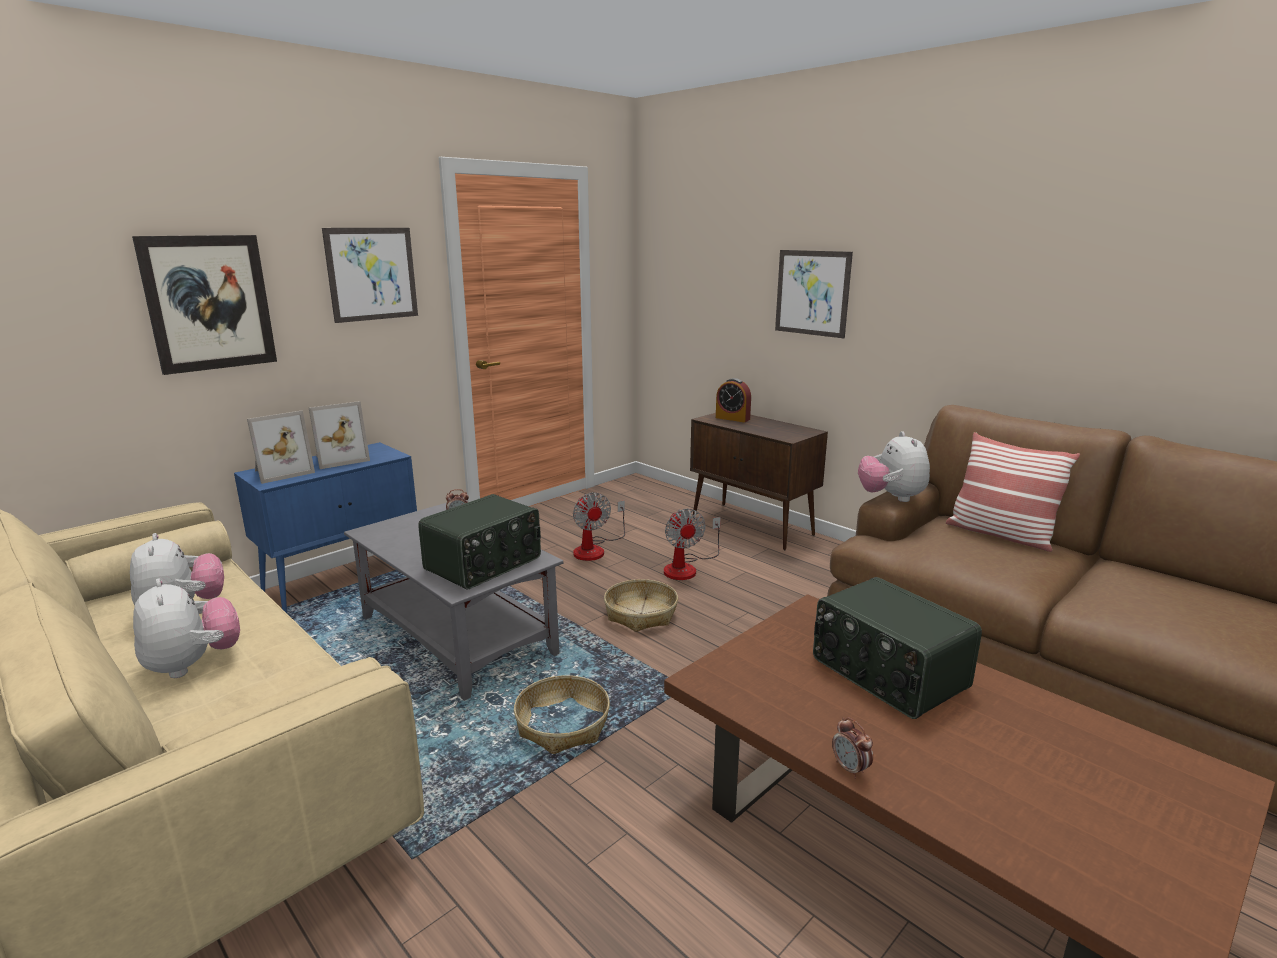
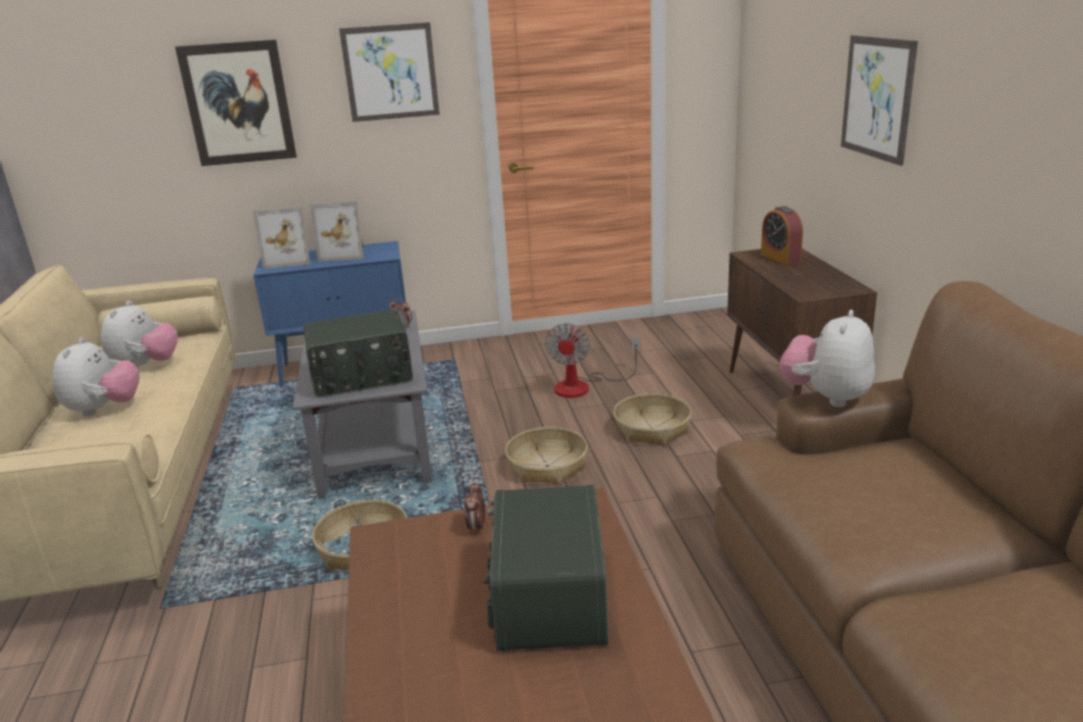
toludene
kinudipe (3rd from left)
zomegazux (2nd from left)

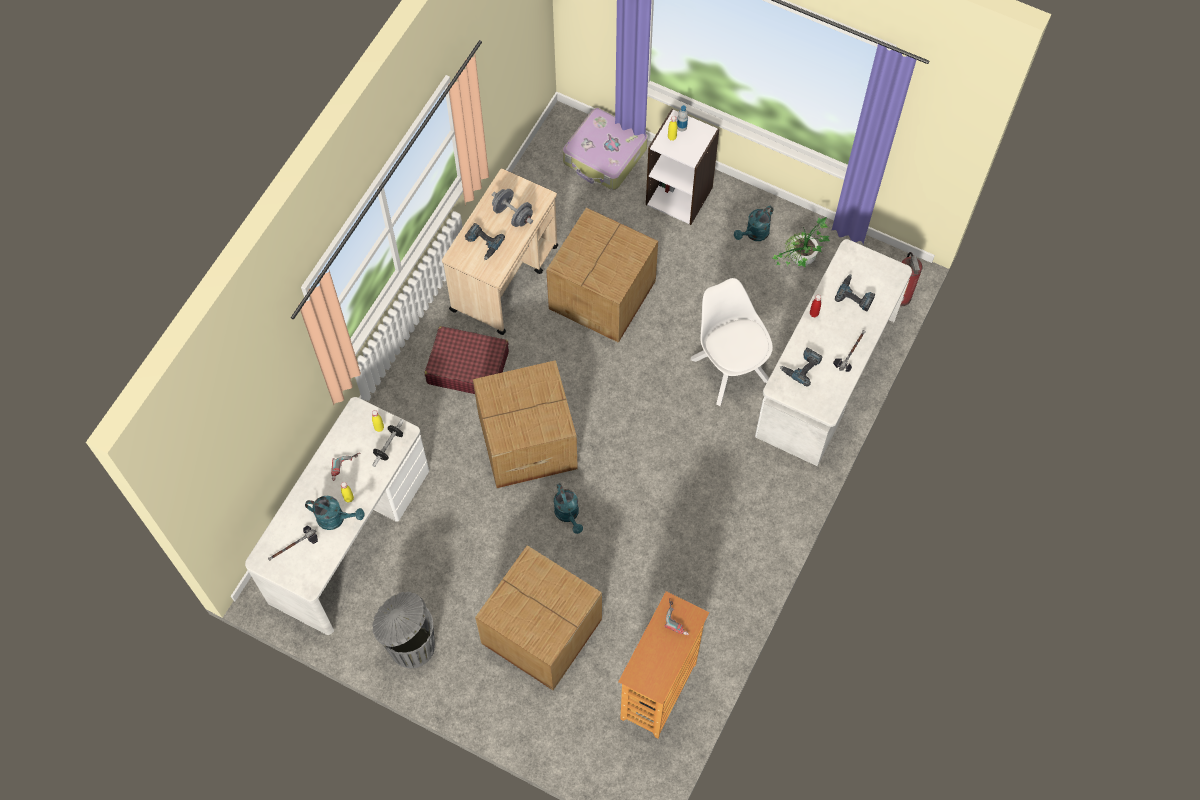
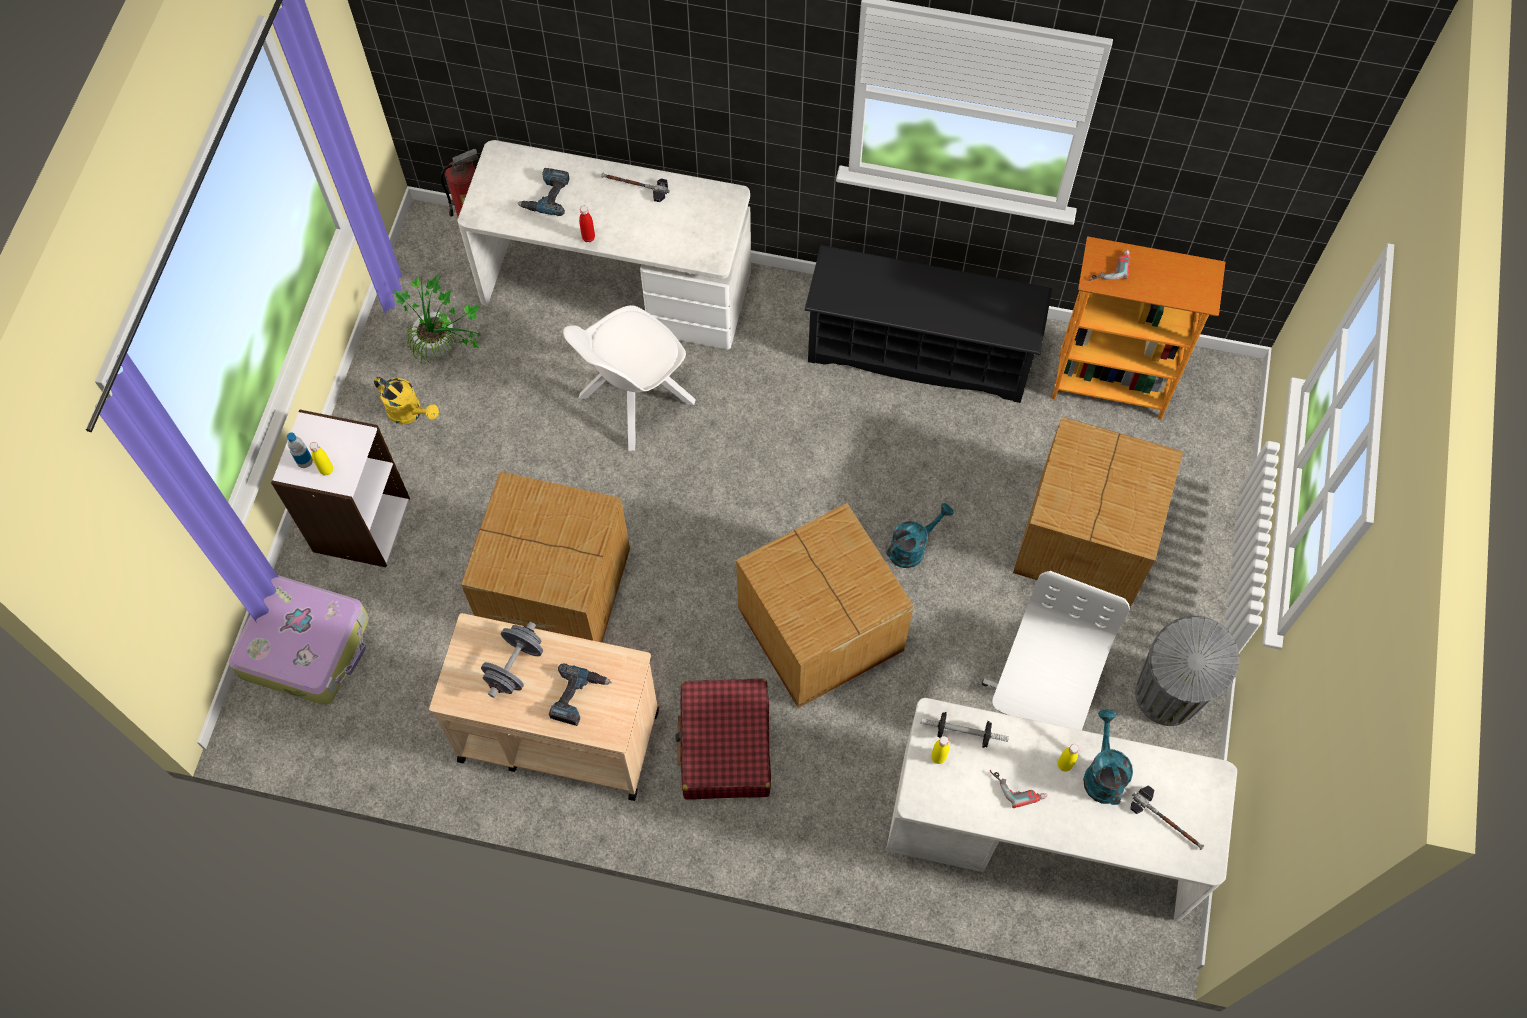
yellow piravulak
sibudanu (4th from left in the first image)
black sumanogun
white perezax

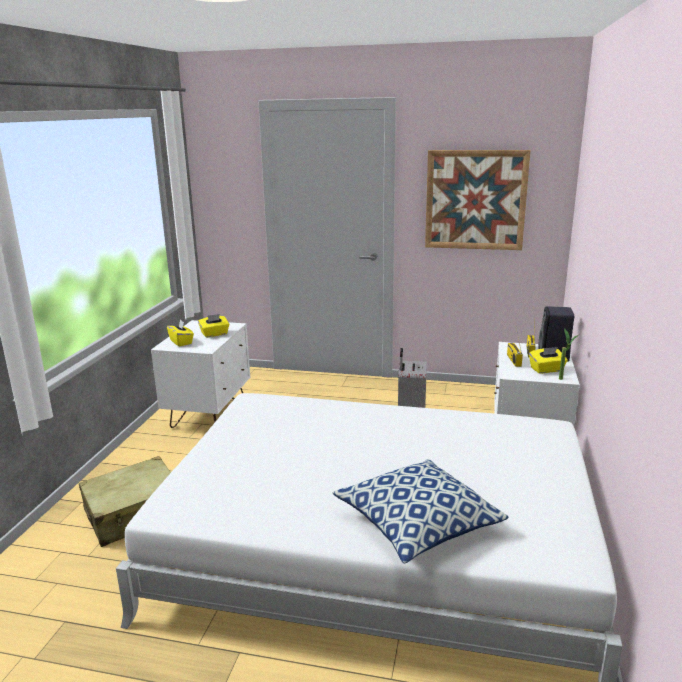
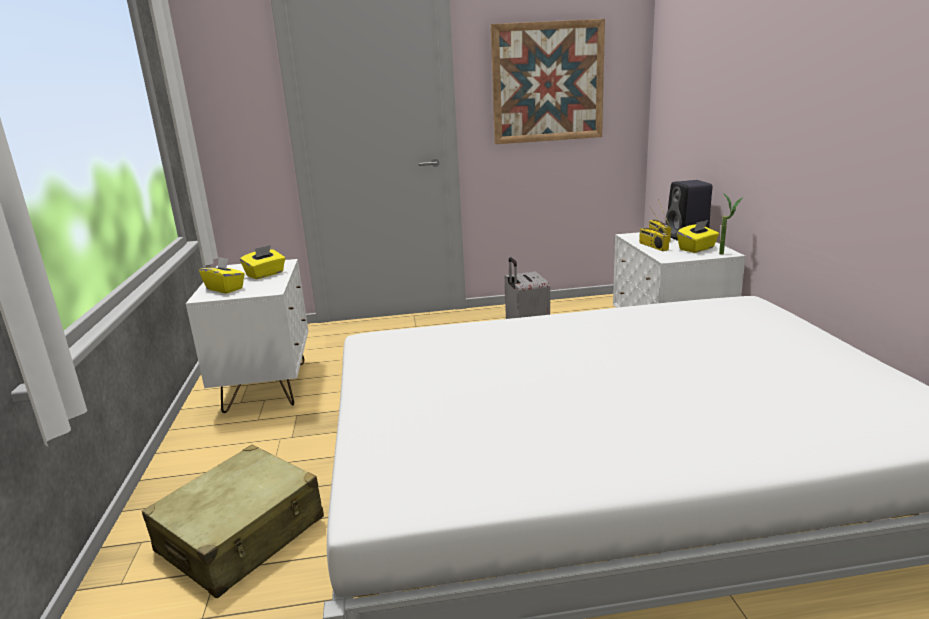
toludene

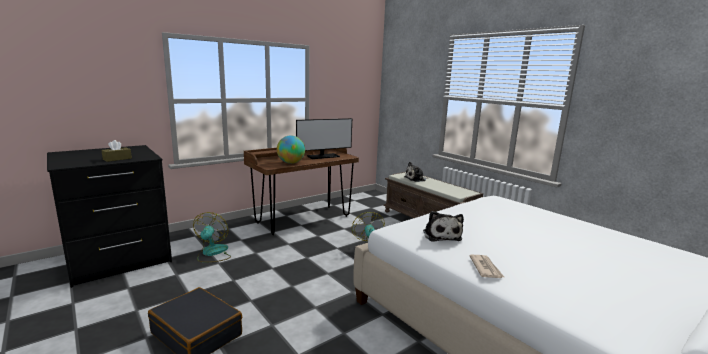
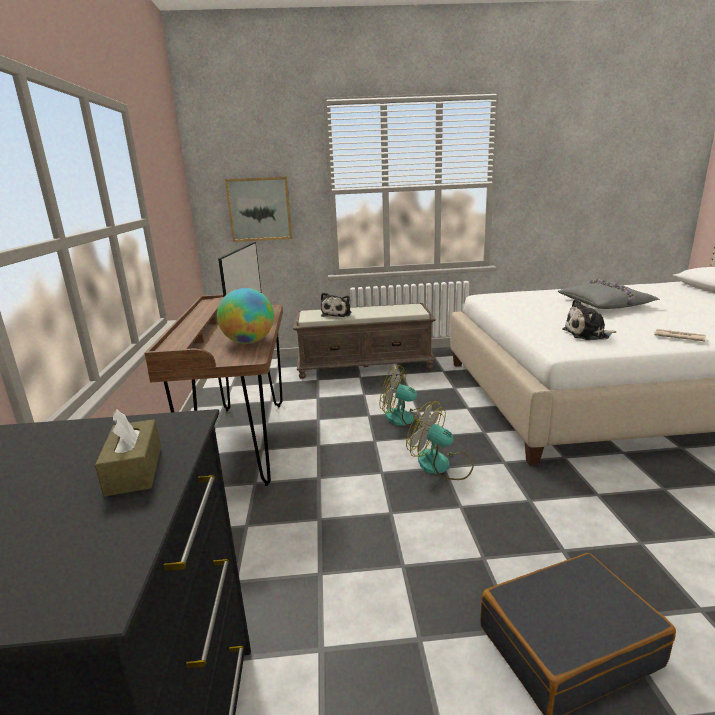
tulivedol (2nd from left)
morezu (2nd from left)
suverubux
grey toludene

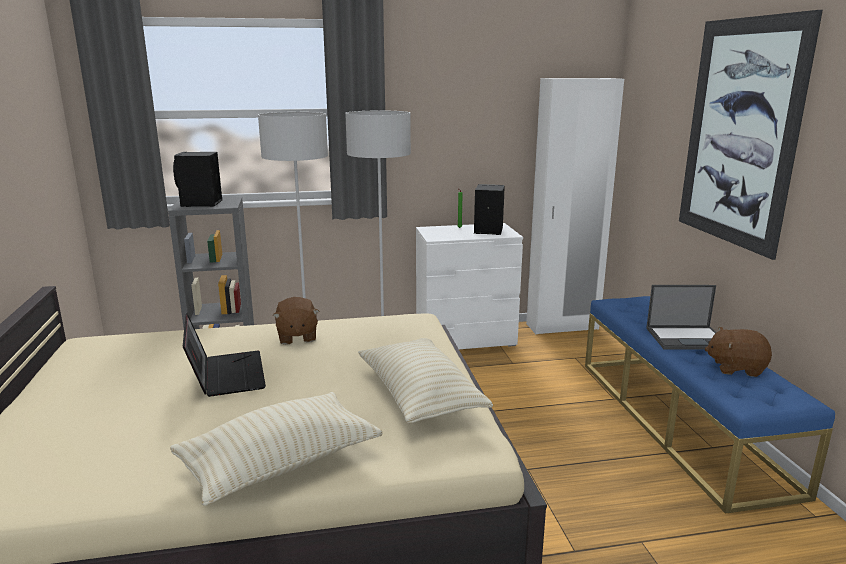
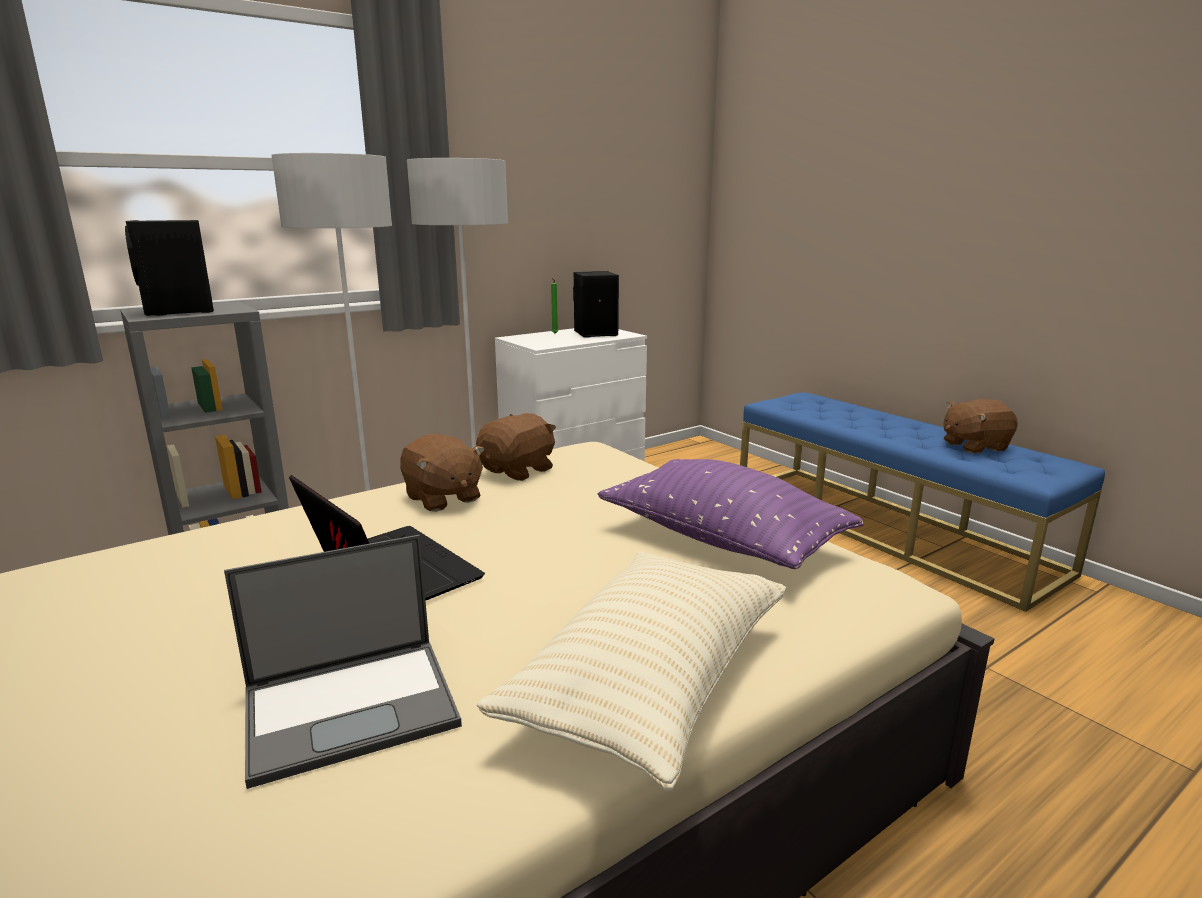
suverubux
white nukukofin
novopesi (1st from left)
purple toludene
brown tulivedol (2nd from left)

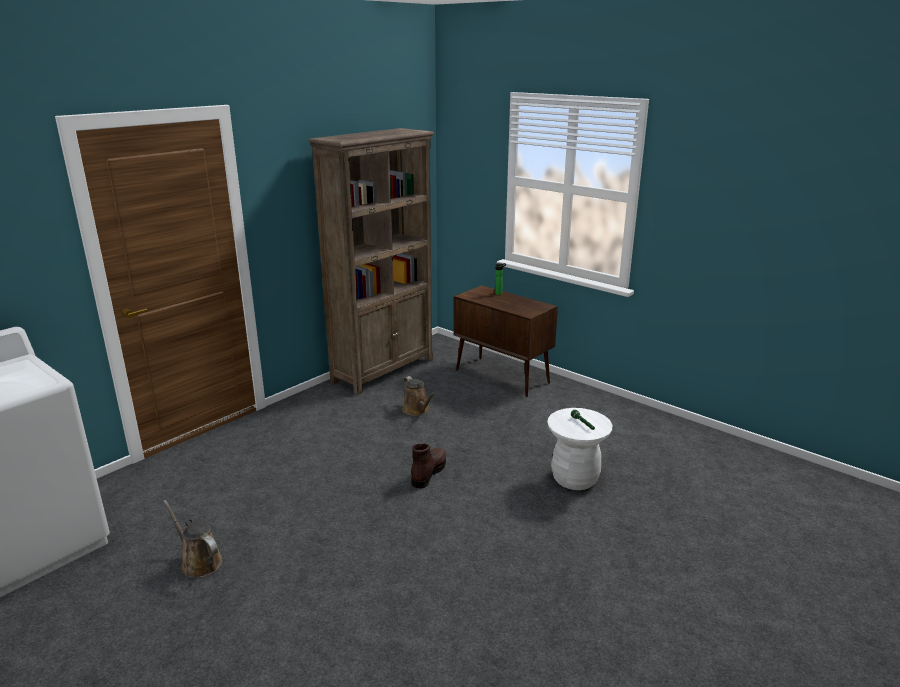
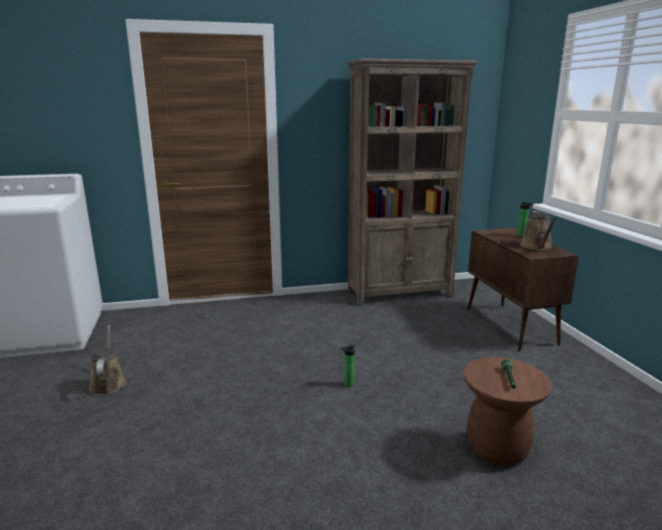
brown piravulak (2nd from left)
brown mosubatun
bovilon (1st from left)

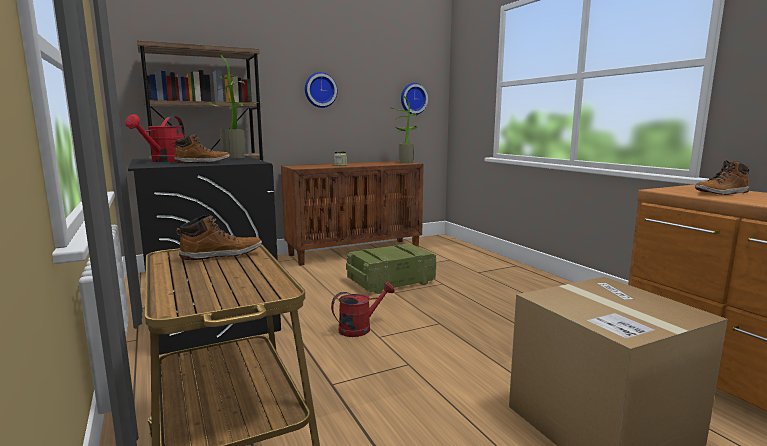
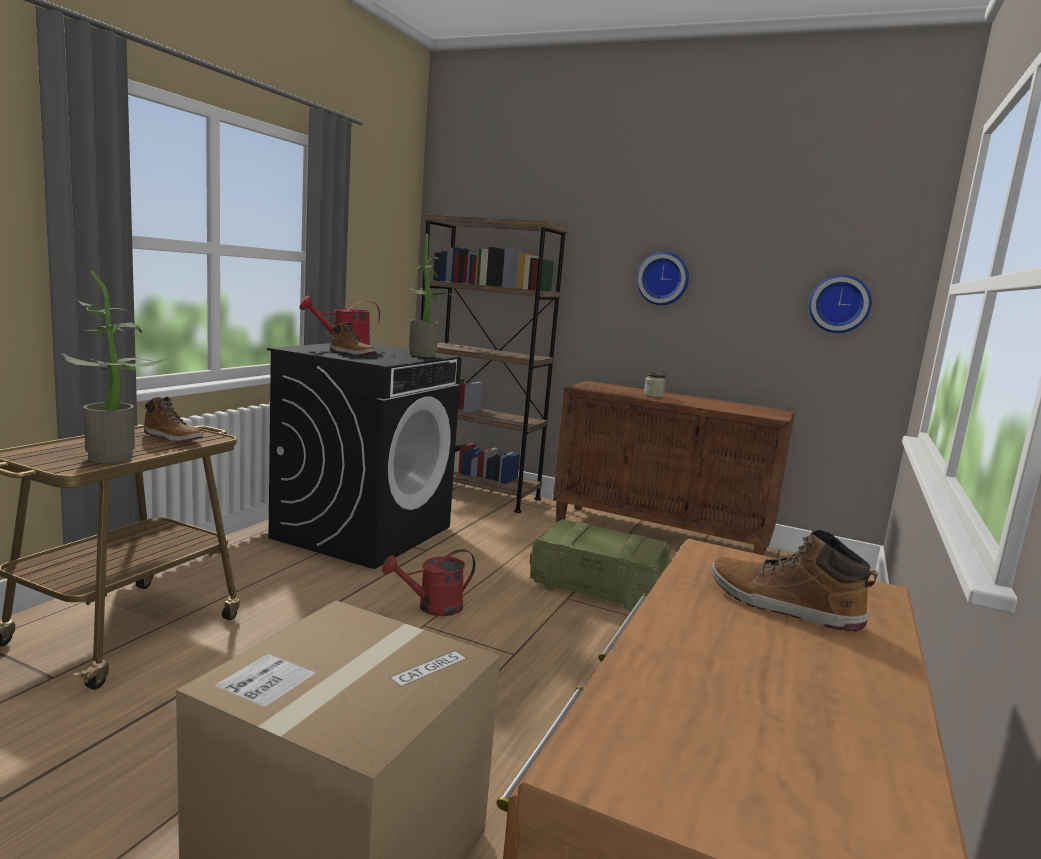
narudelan (1st from left)
red piravulak (2nd from left)

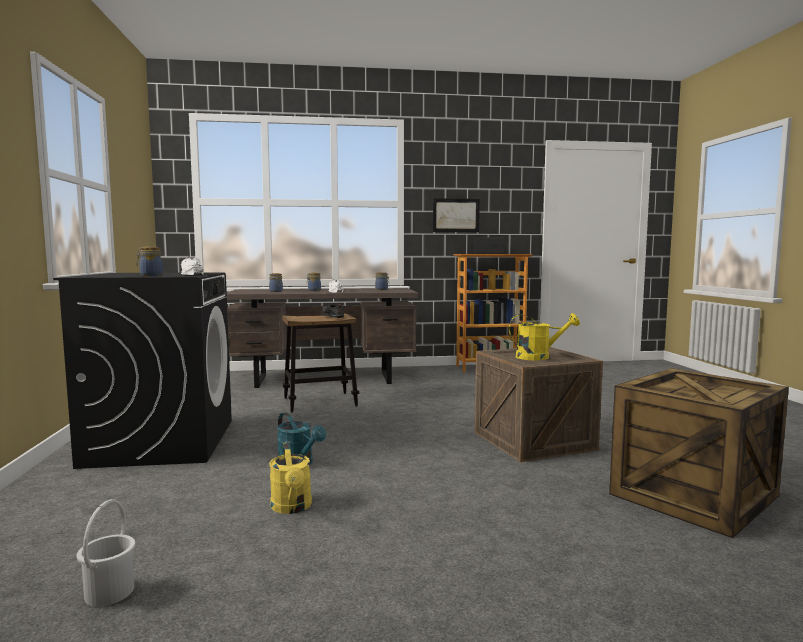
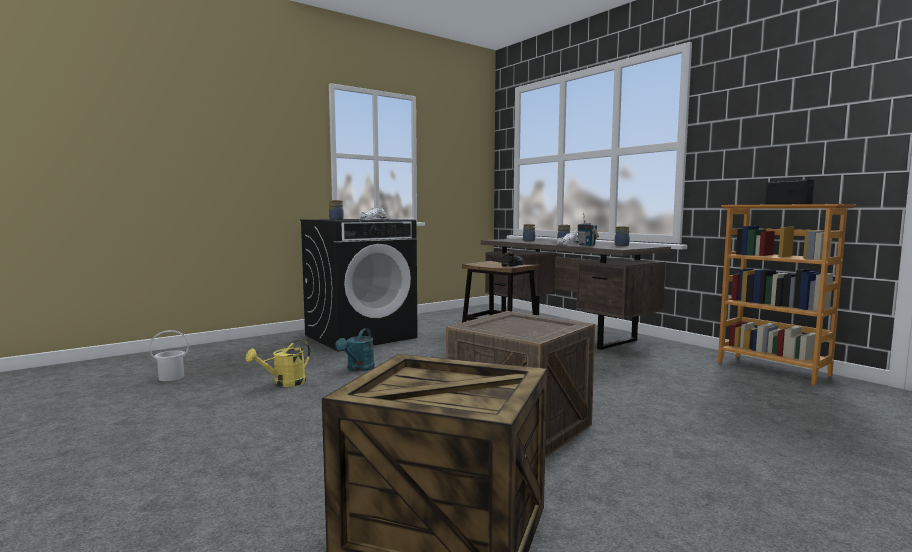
suverubux
yellow piravulak (2nd from left in the first image)
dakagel (1st from left)

